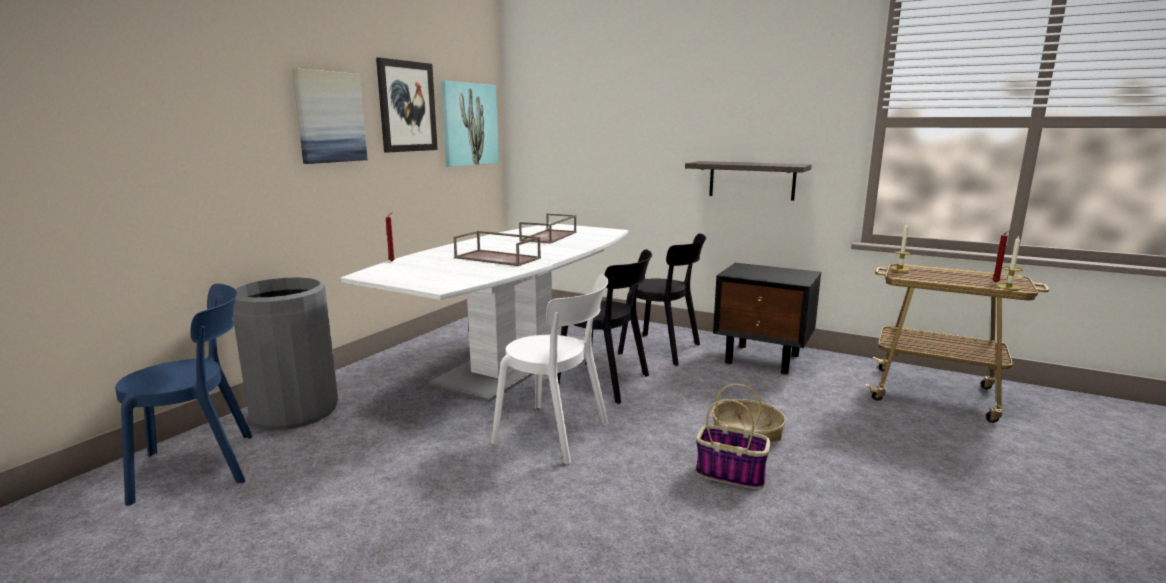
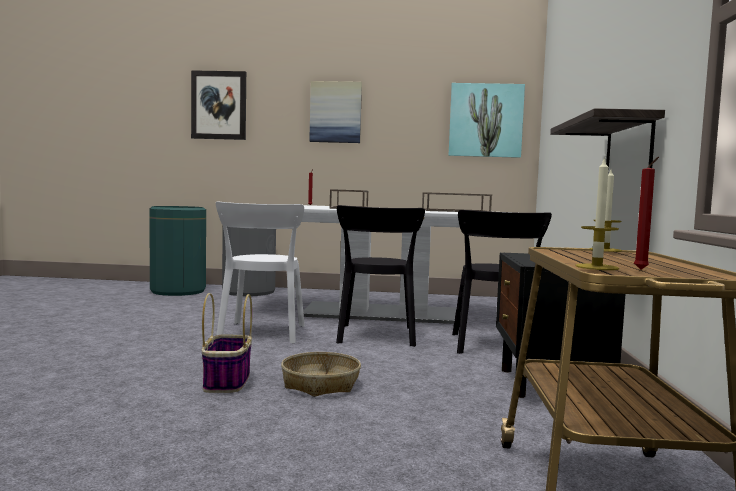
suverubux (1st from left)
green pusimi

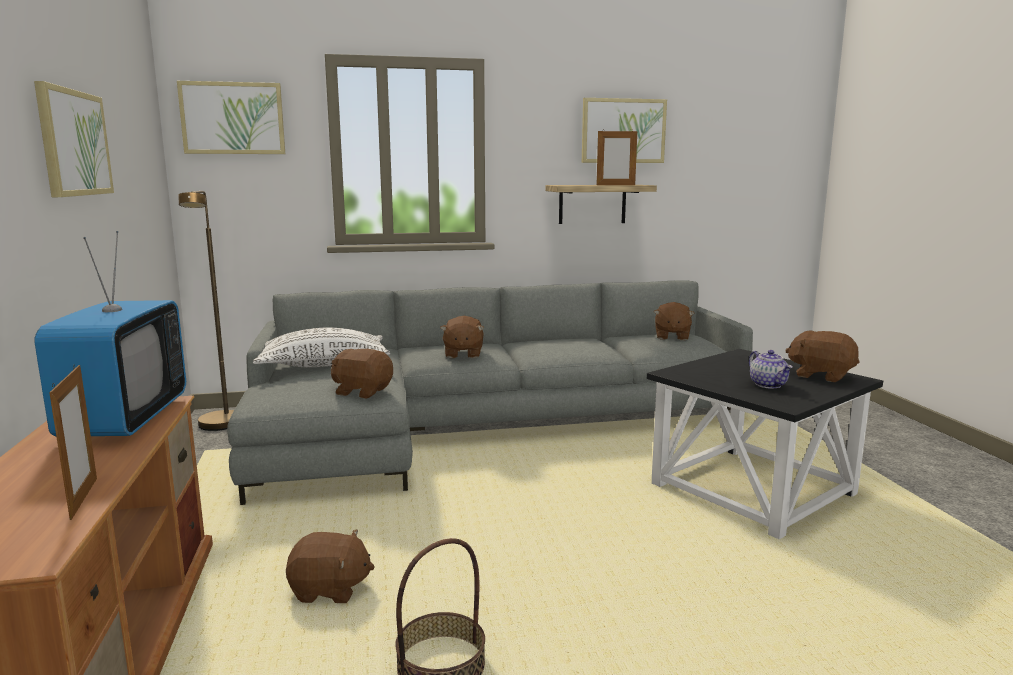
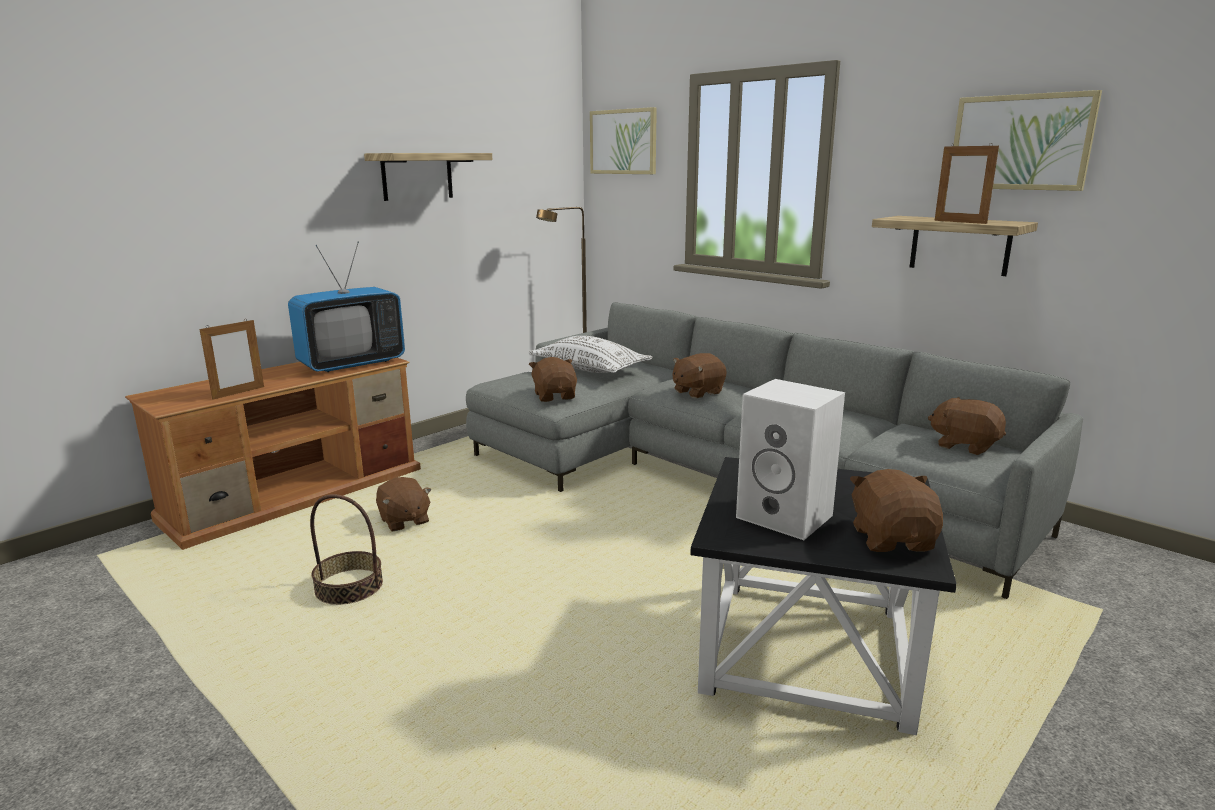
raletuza (1st from left)
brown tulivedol (5th from left)
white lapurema

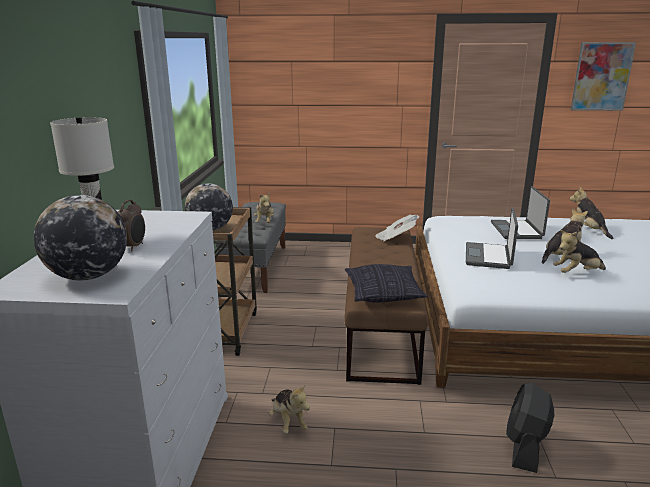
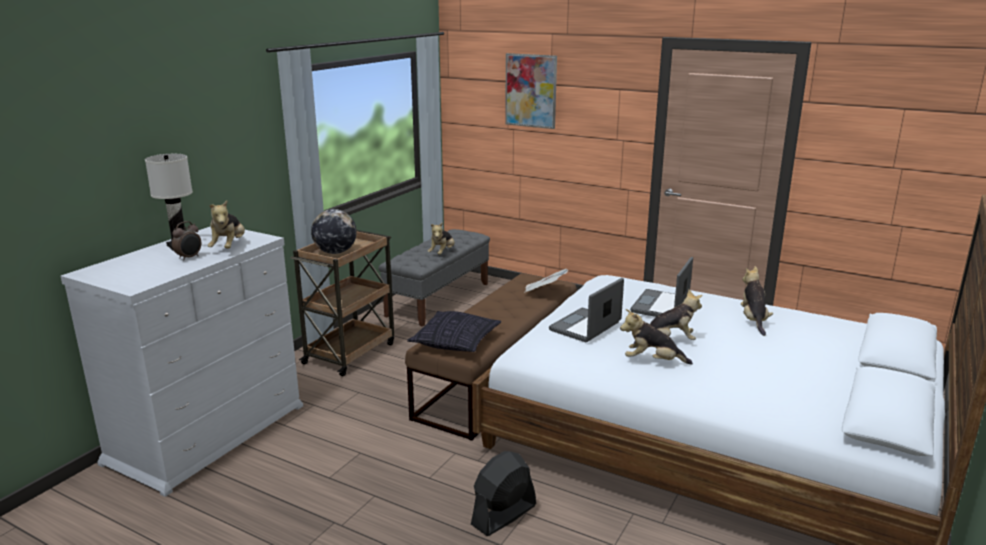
suverubux
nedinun (1st from left in the first image)
tulivedol (1st from left)

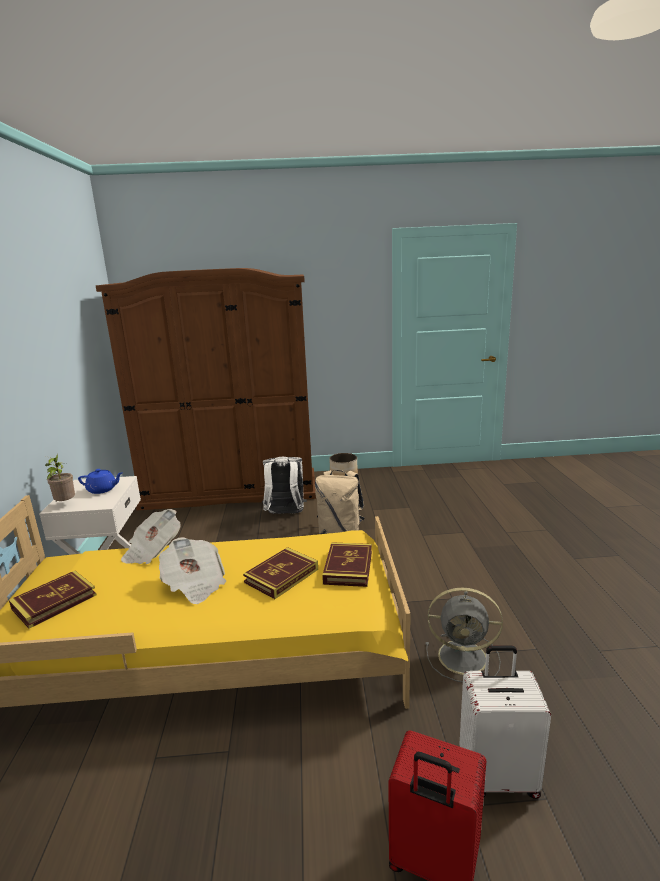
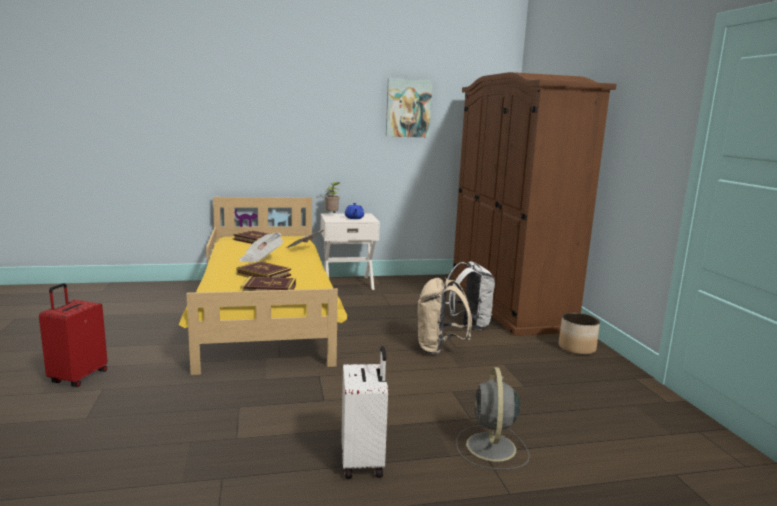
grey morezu
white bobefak
suverubux

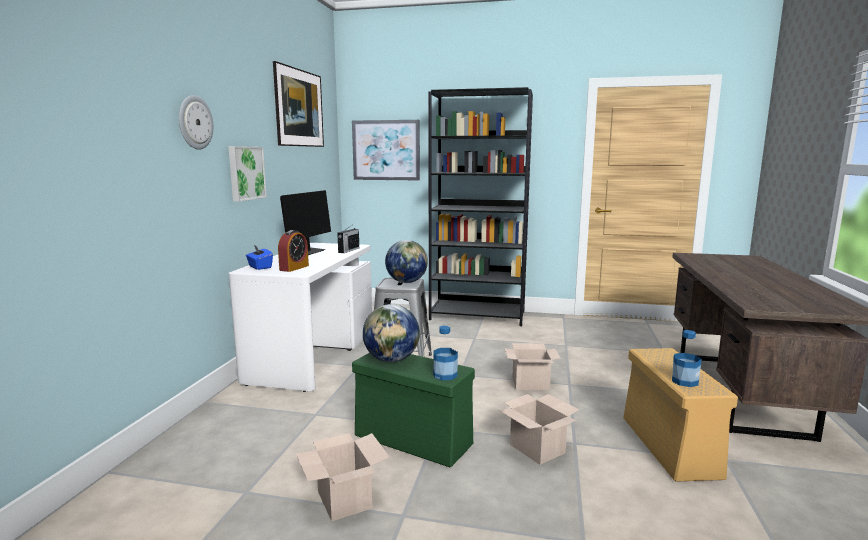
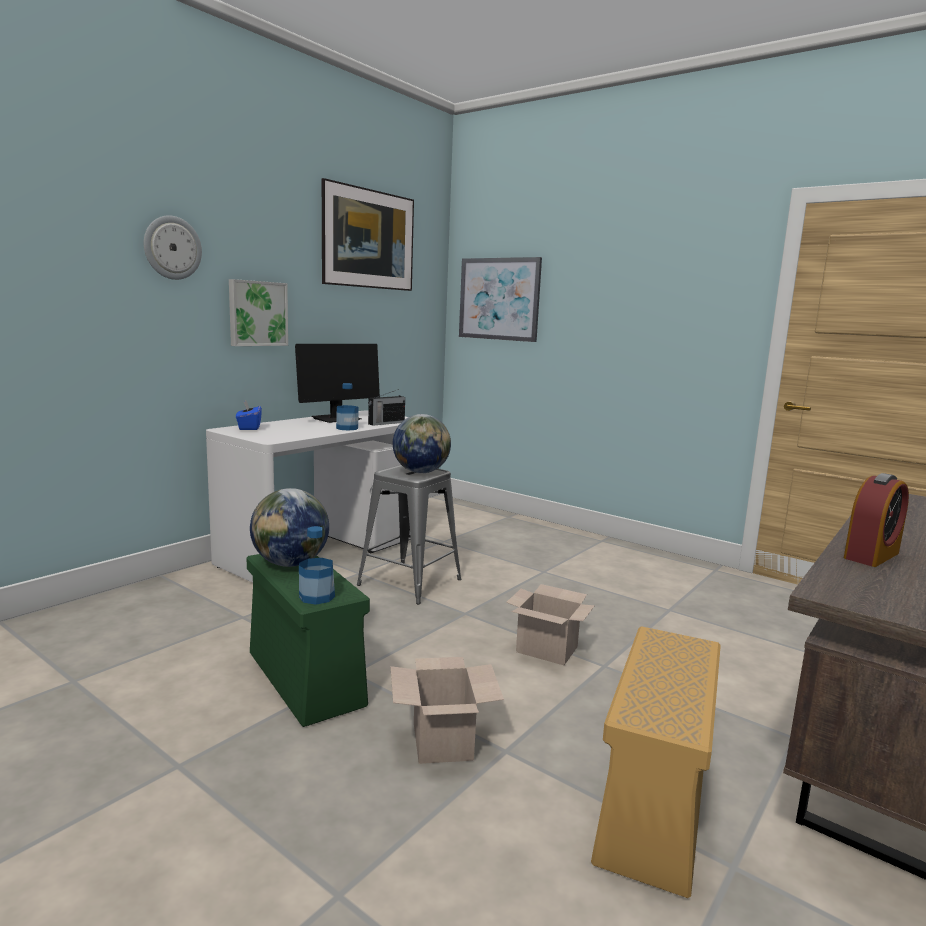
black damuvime
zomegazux
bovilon (2nd from left)
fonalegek (1st from left in the first image)

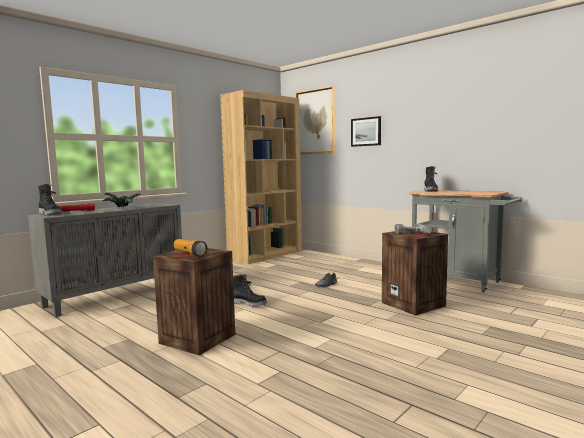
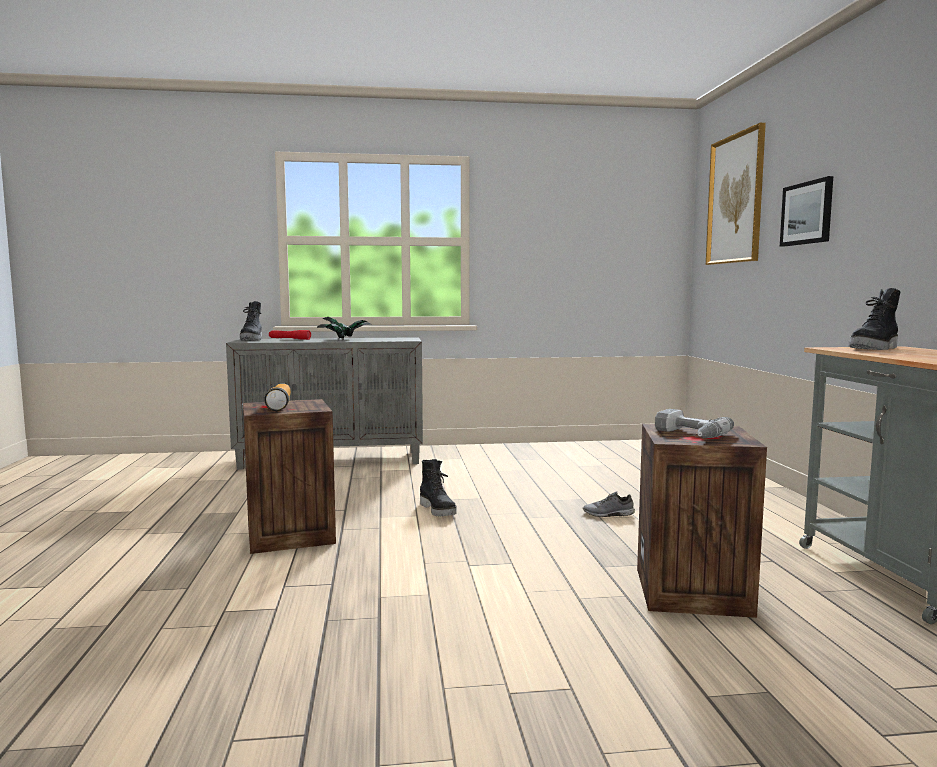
brown damuvime

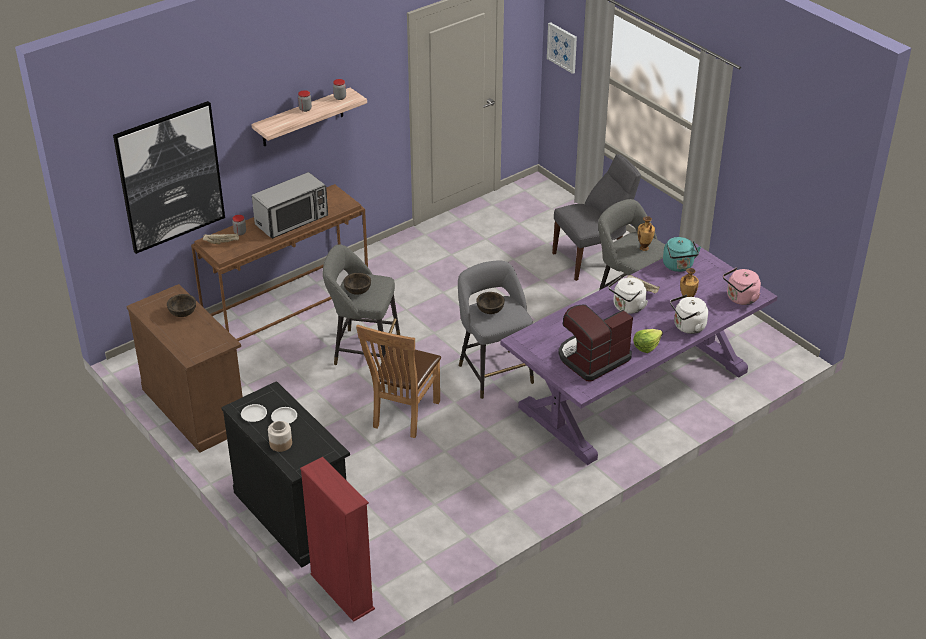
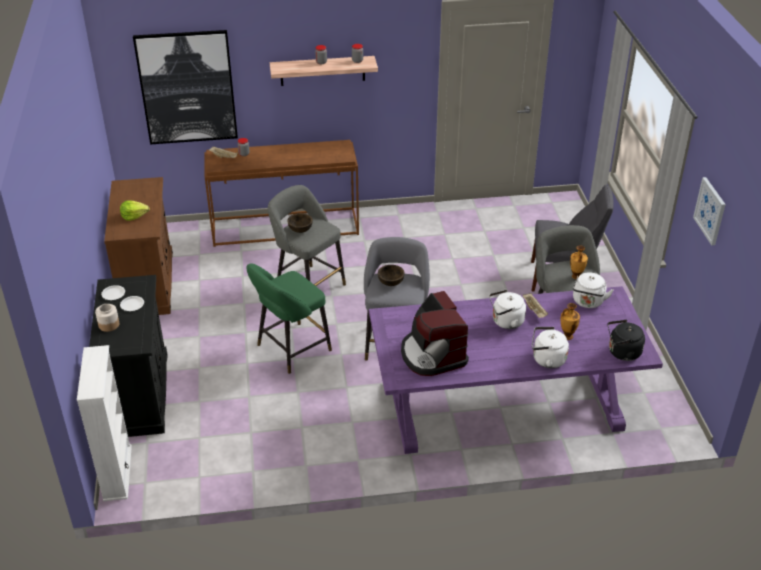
suverubux (2nd from left)
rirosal
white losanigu (3rd from left)
black losanigu
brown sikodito (1st from left in the first image)
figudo
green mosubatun
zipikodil
white damuvime

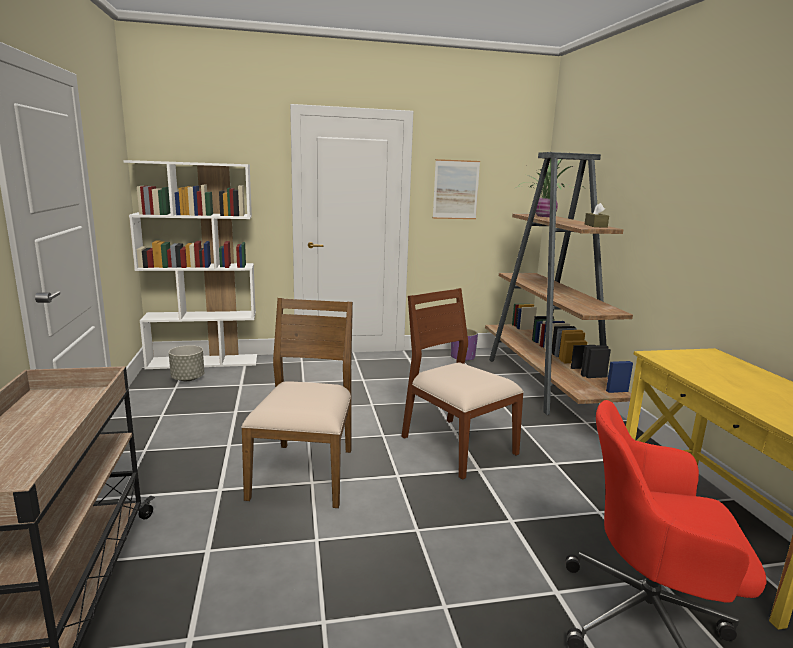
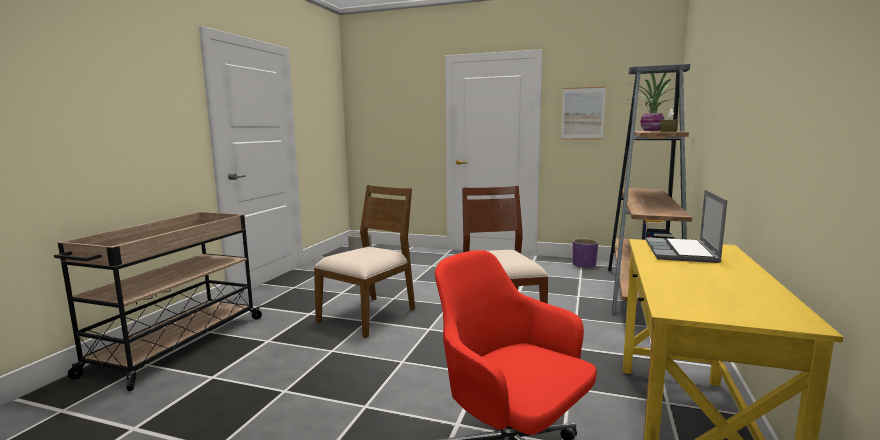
white damuvime
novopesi

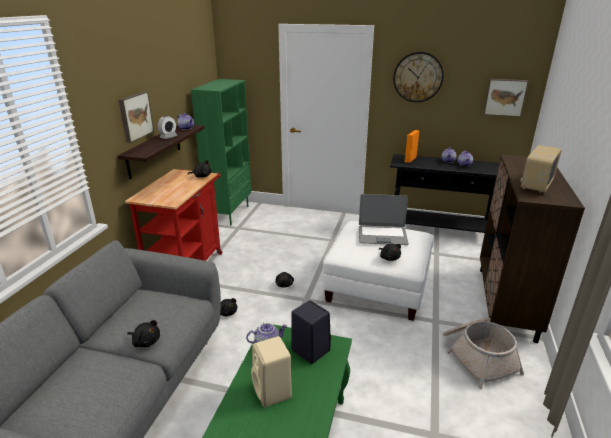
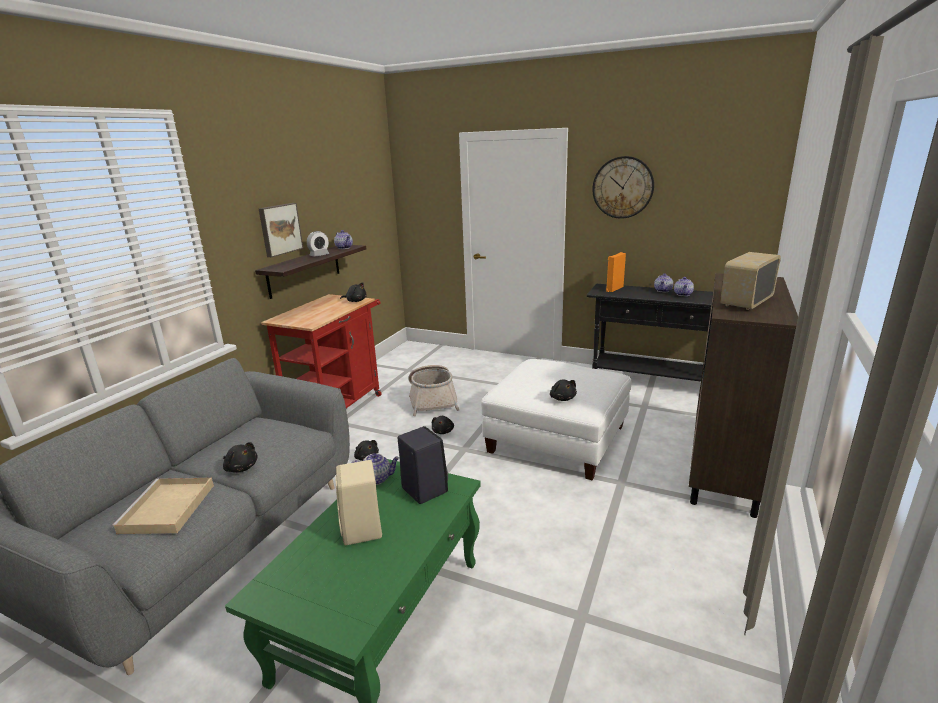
green damuvime
suverubux (2nd from left in the first image)
novopesi
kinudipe
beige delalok

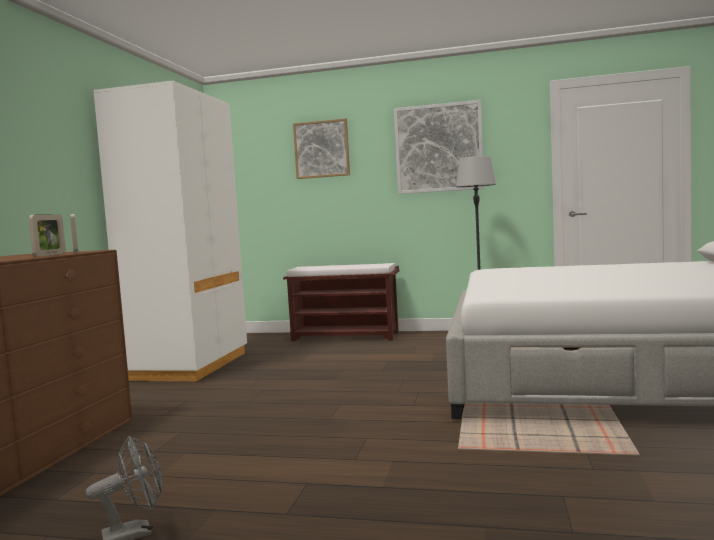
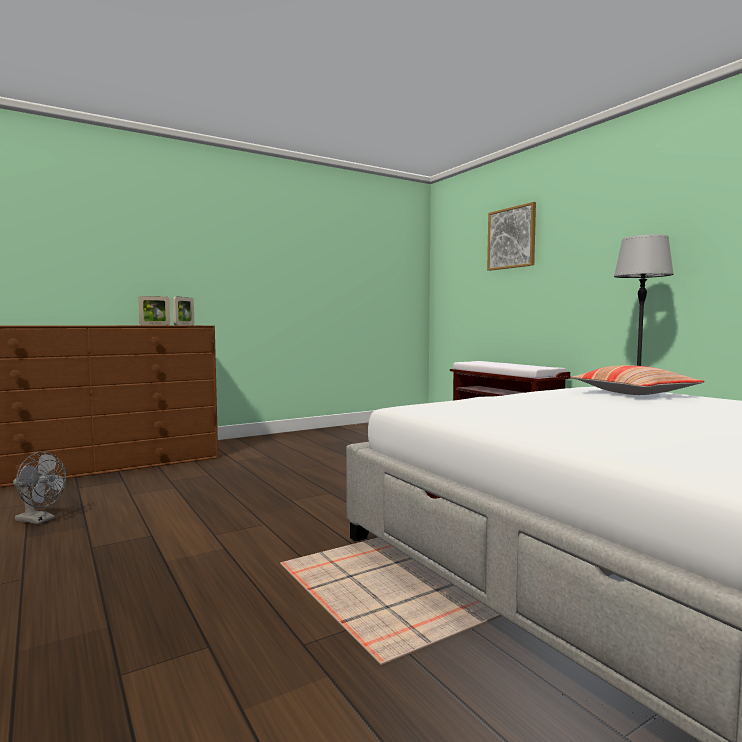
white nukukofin
suverubux (2nd from left in the first image)
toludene

